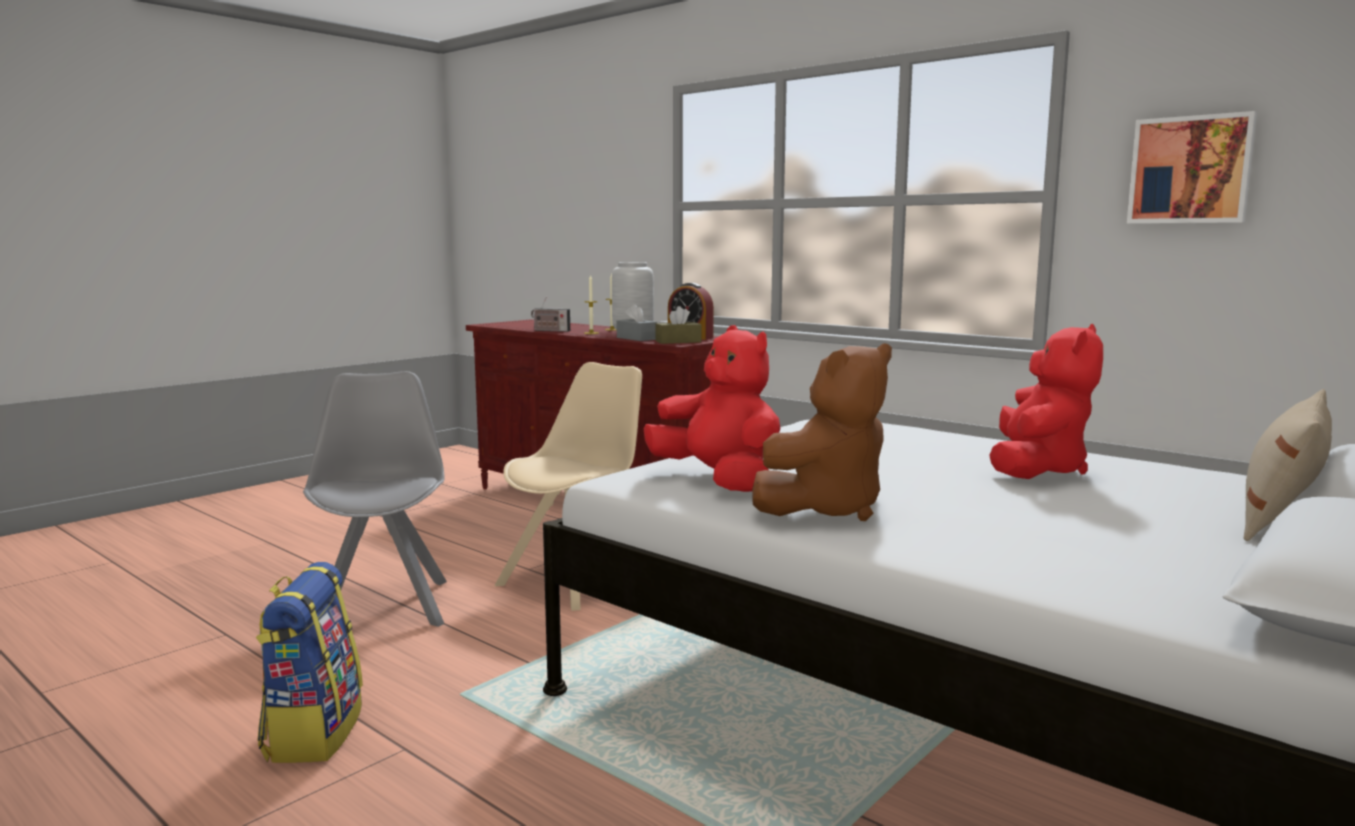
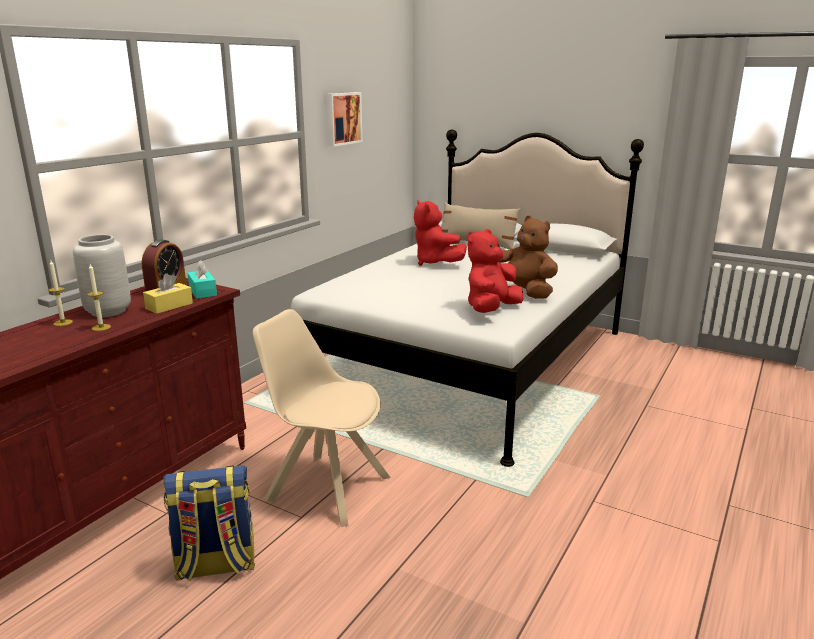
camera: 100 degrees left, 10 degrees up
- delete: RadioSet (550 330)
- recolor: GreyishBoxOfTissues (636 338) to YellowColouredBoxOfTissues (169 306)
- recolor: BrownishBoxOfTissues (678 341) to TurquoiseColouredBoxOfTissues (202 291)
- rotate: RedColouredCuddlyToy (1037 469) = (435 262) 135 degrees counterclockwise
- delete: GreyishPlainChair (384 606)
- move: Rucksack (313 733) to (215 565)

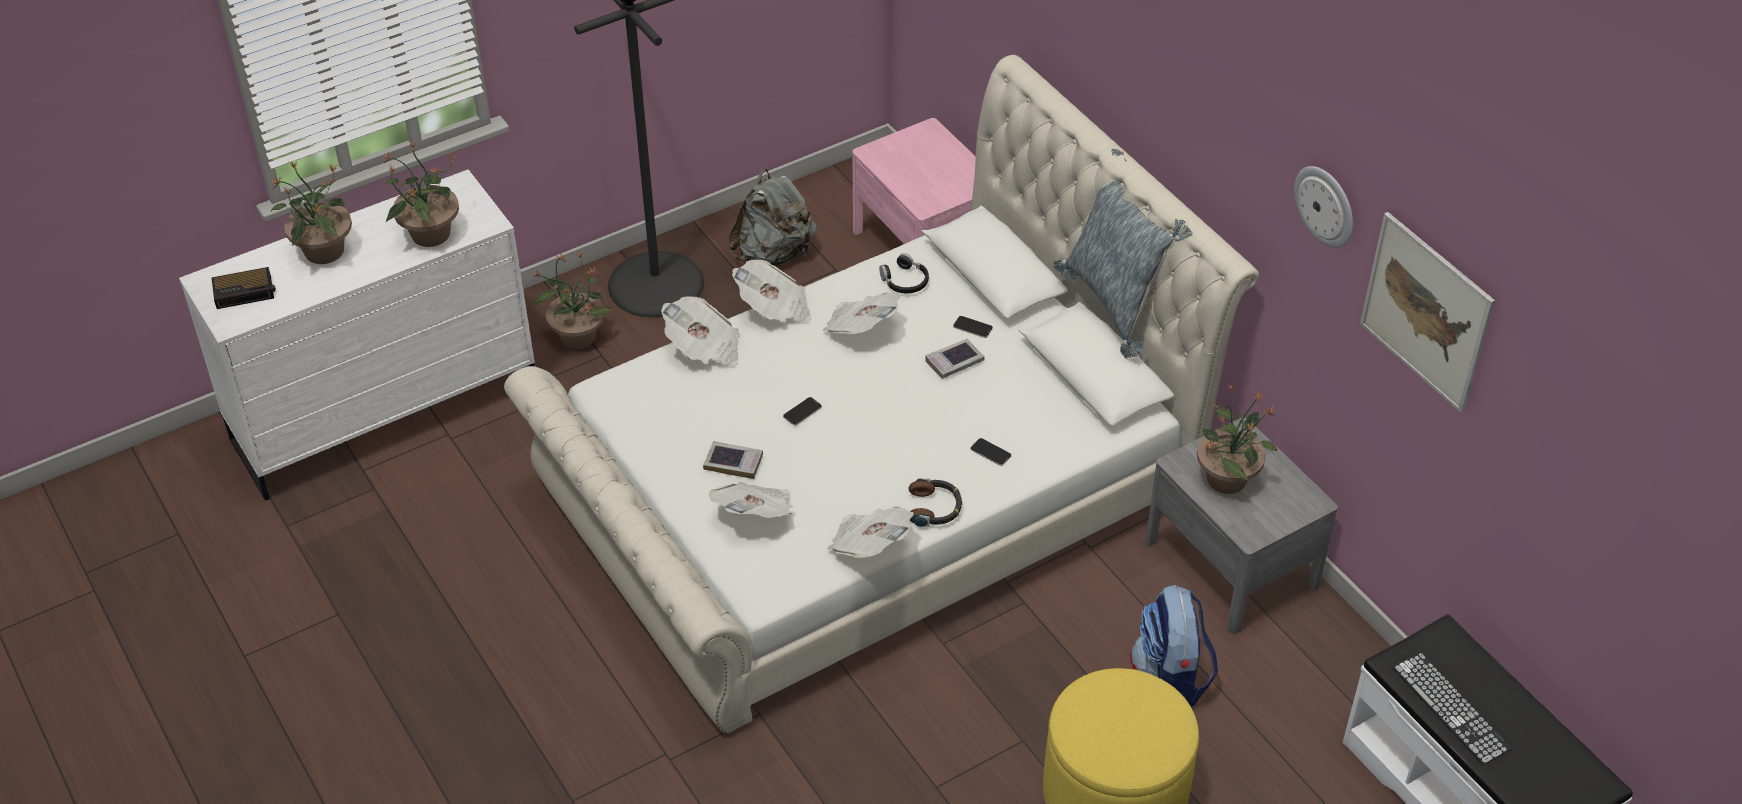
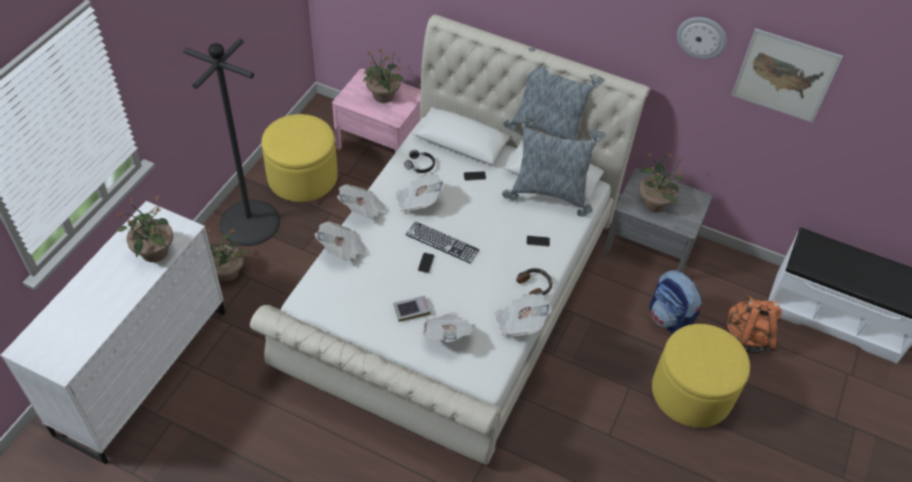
camera: 35 degrees left, 5 degrees up
- move: Houseplant (323 252) to (383 96)
- replace: GreyishRucksack (774 253) to YellowColouredFootrest (302 178)
- delete: TableClock (245 292)
- delete: Volume (954 362)
- move: PcKeyboard (1451 708) to (442 242)
- insert: ThrowPillow (548 197)
- insert: OrangeRucksack (747 338)

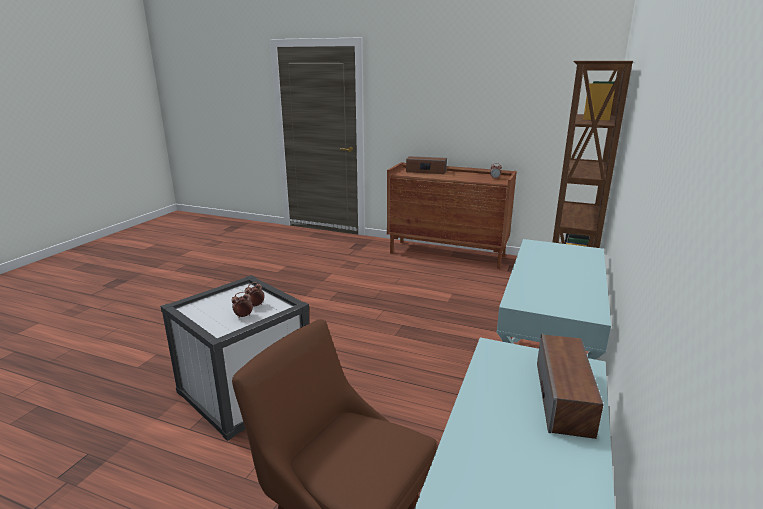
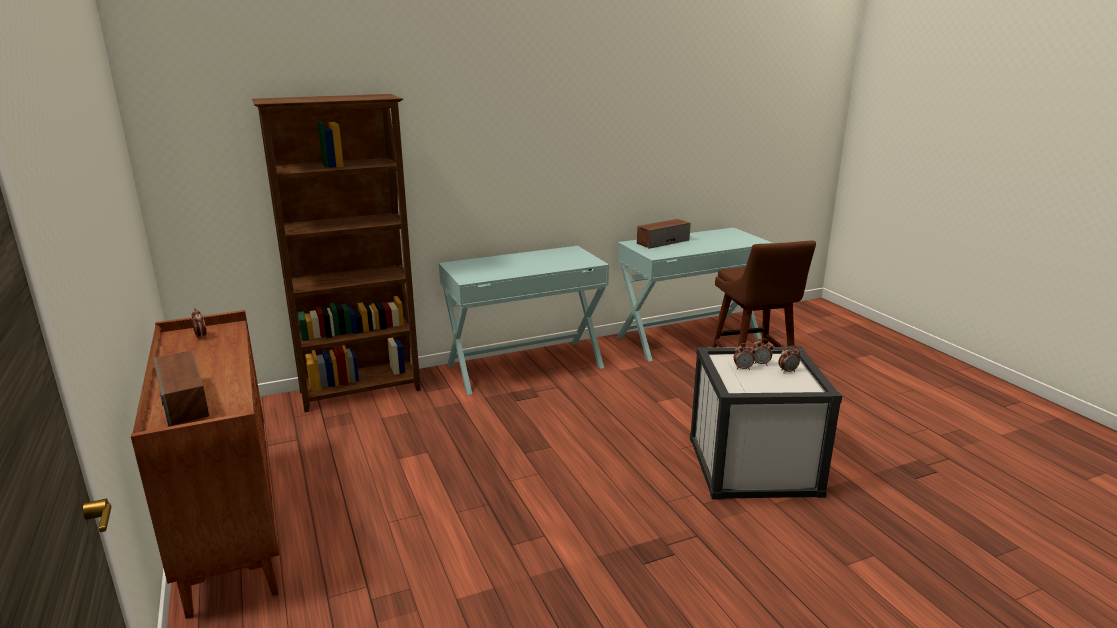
camera: 135 degrees left, 0 degrees up
- insert: TableClock (787 371)

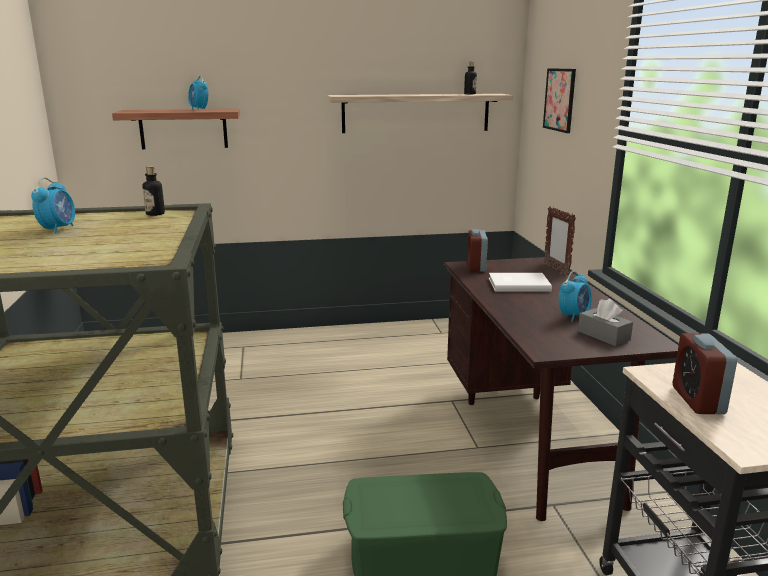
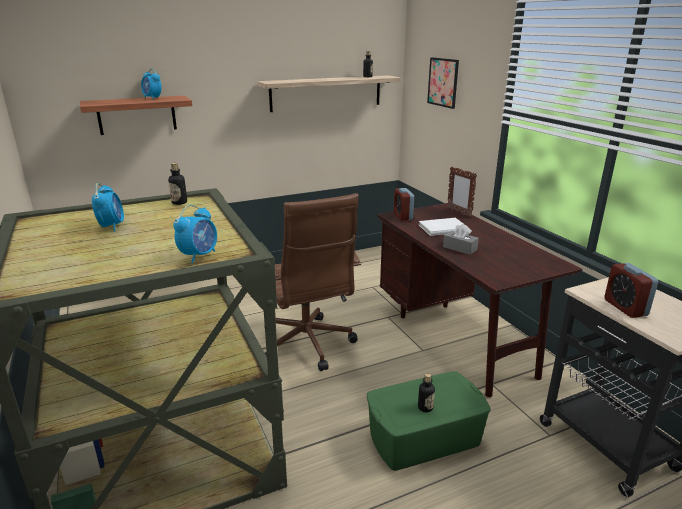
camera: 15 degrees left, 5 degrees up
- move: TableClock (573 316) to (199 255)
- move: GreyishBoxOfTissues (603 335) to (460 248)
- insert: BrownishComputerChair (308 346)
- insert: BeverageBottle (425 407)

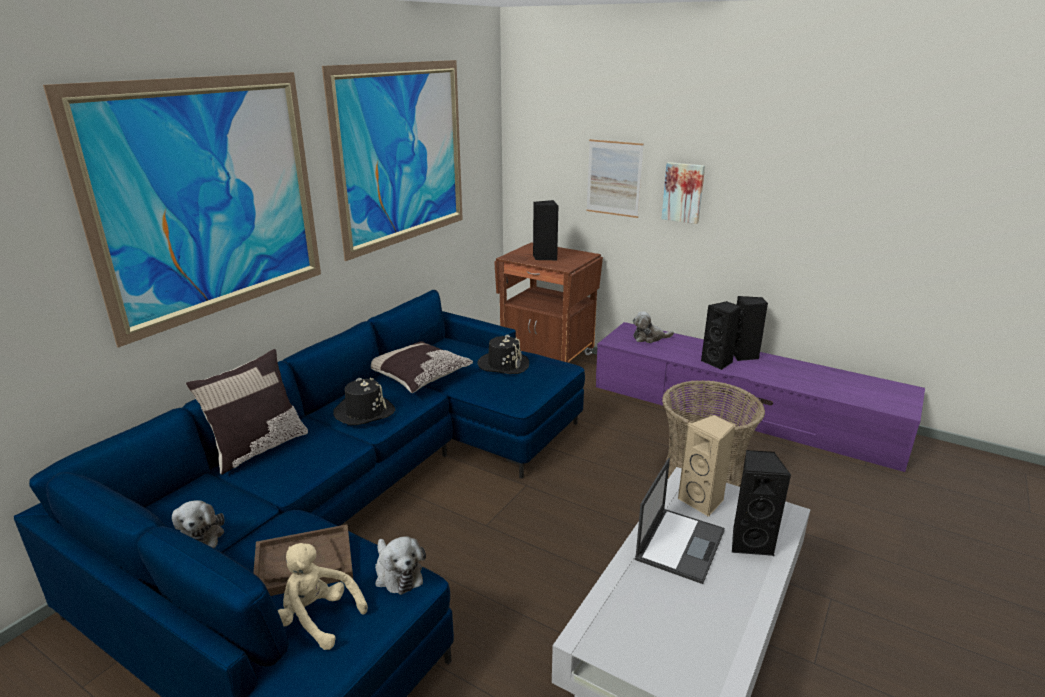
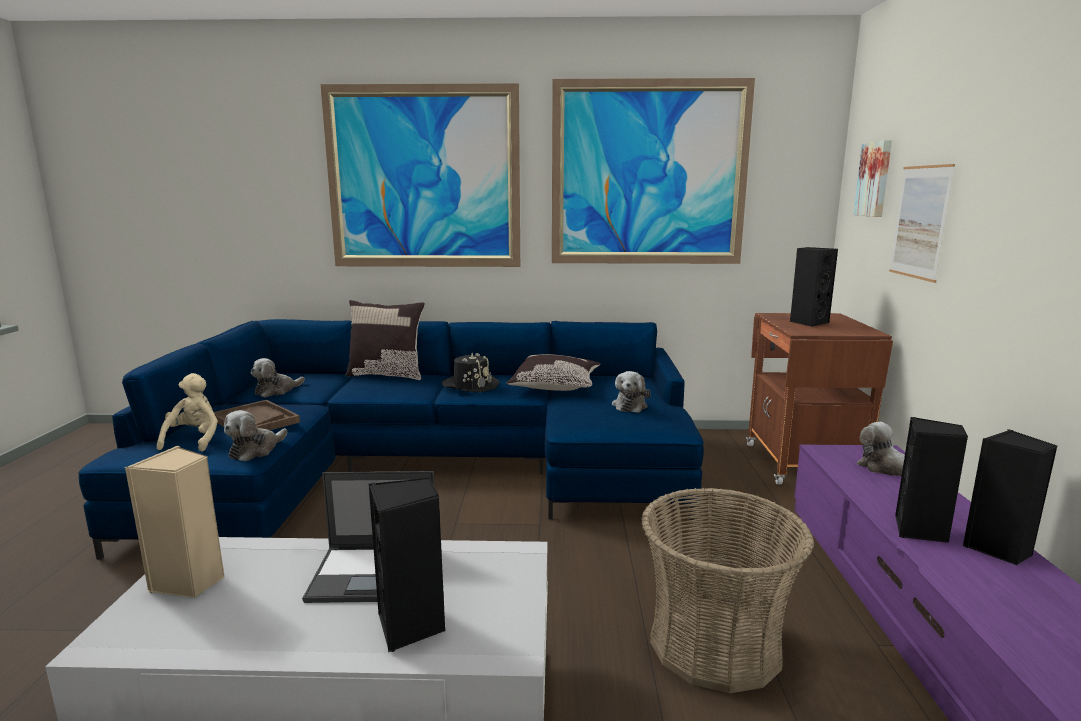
camera: 60 degrees right, 10 degrees down
- move: WallArt (683 192) to (875 179)
- replace: BlackHat (503 365) to CuddlyToy (630 405)
- move: SandColouredSpeaker (703 501) to (189 582)

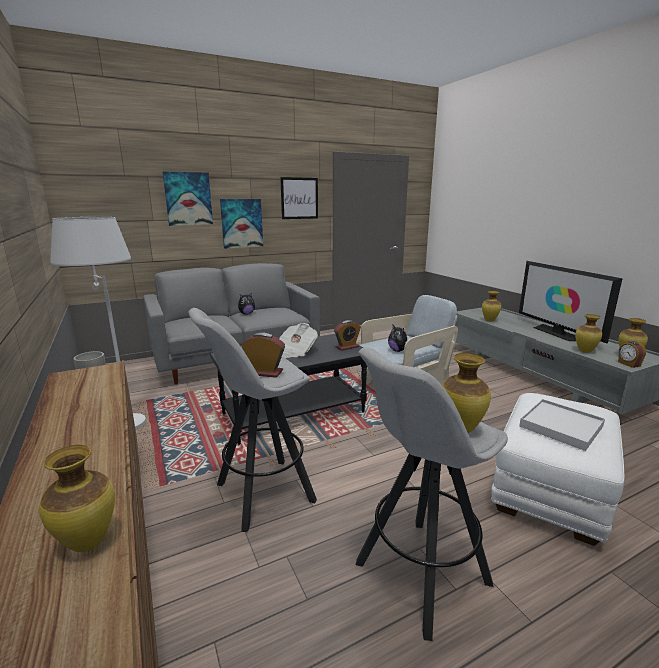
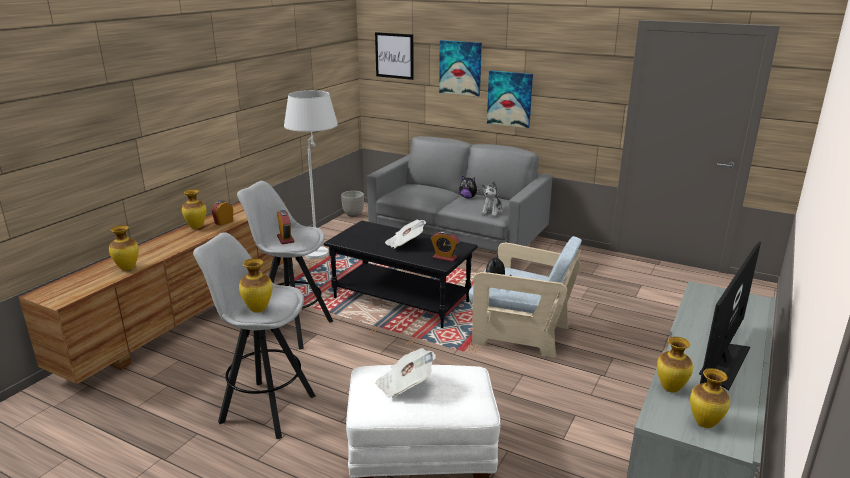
camera: 55 degrees right, 5 degrees up
- move: WallArt (299 198) to (394 55)
- move: FlowerVase (490 320) to (197 227)
- move: TableClock (628 364) to (223 222)
- replace: WhiteColouredCarryingTray (561 426) to DailyPaper (405 385)
- insert: CuddlyToy (492 211)

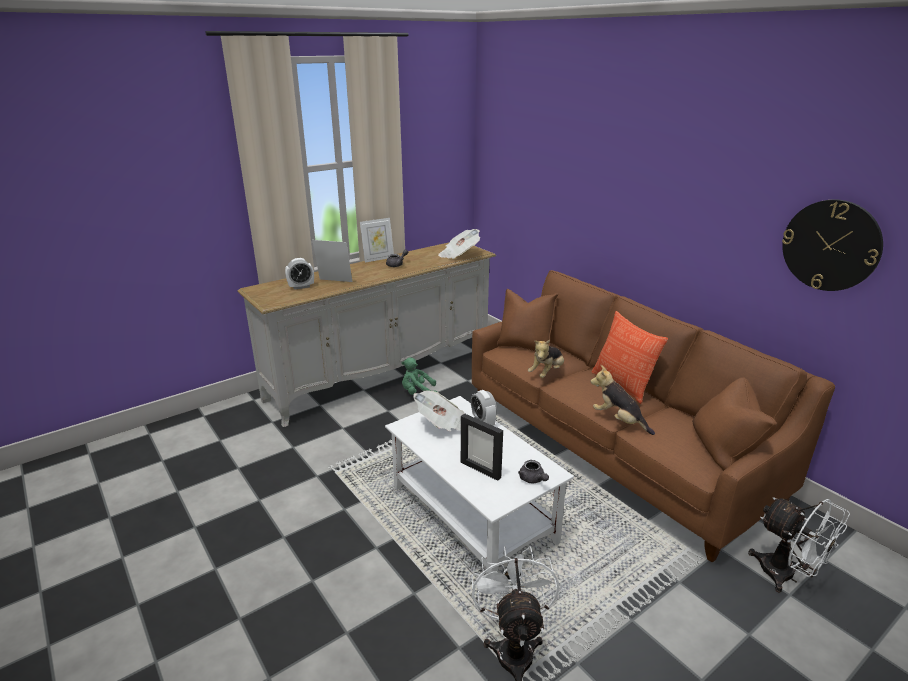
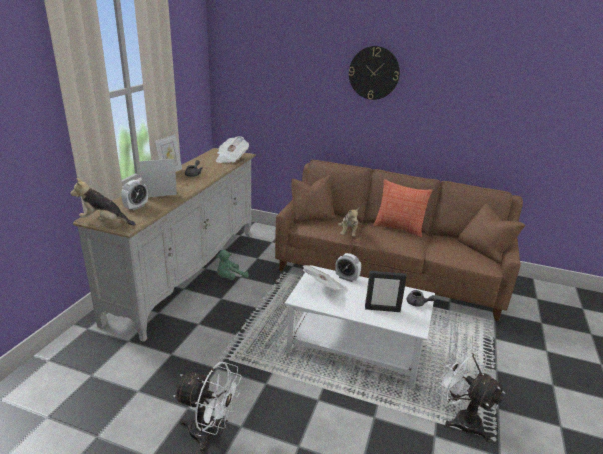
camera: 35 degrees left, 0 degrees up
- move: WallClock (830 245) to (374 73)
- move: CuddlyToy (619 420) to (105 222)
- move: WhiteColouredElectricFan (786 576) to (209 432)

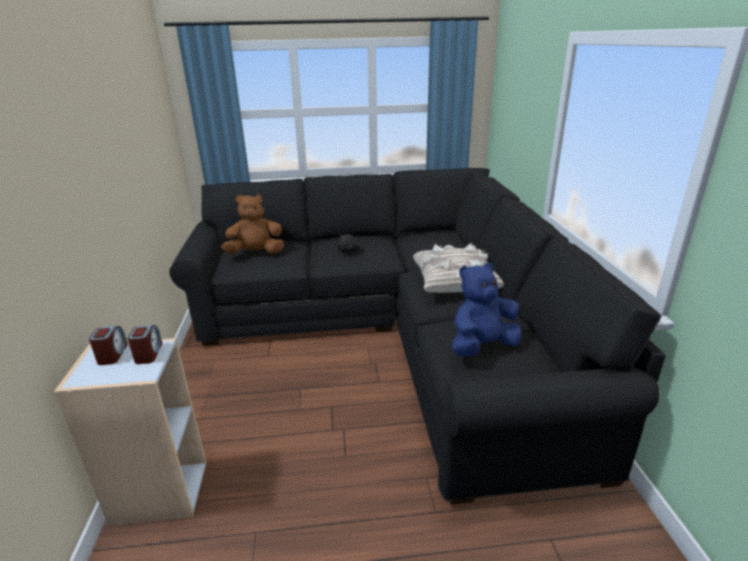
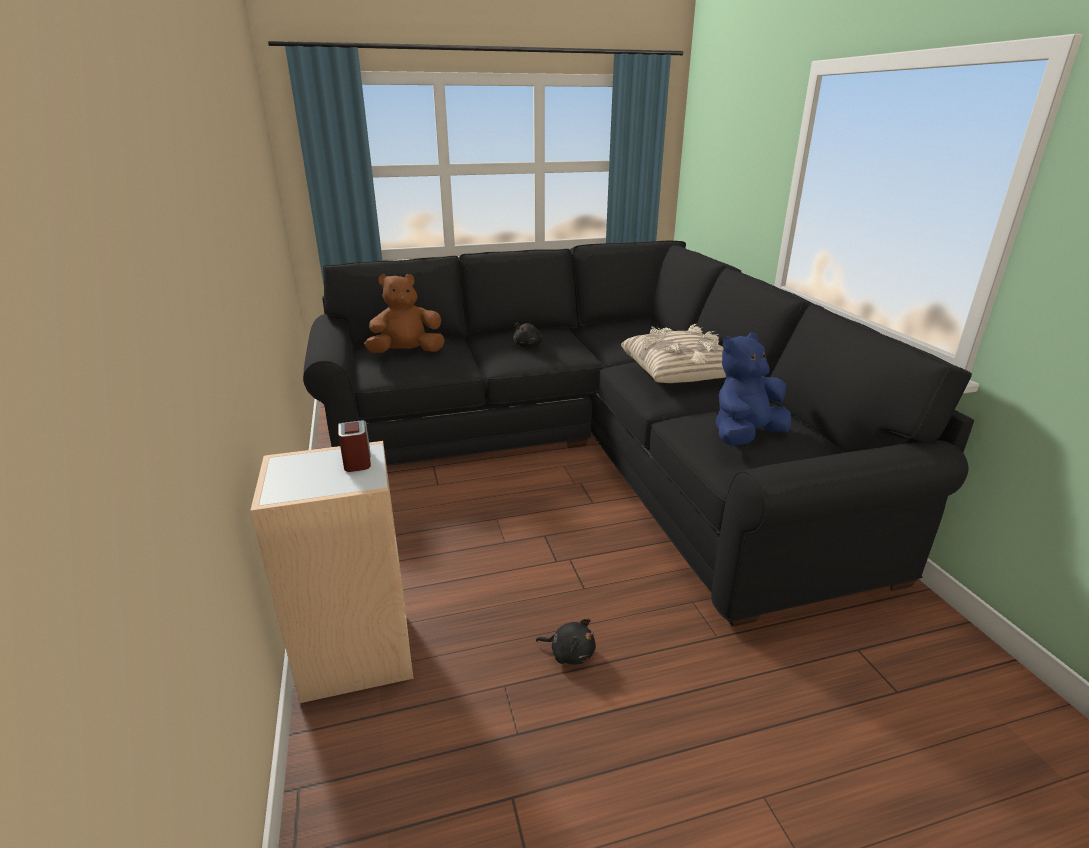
camera: 10 degrees left, 0 degrees up
- delete: TableClock (112 354)
- insert: BlackCuddlyToy (570 653)

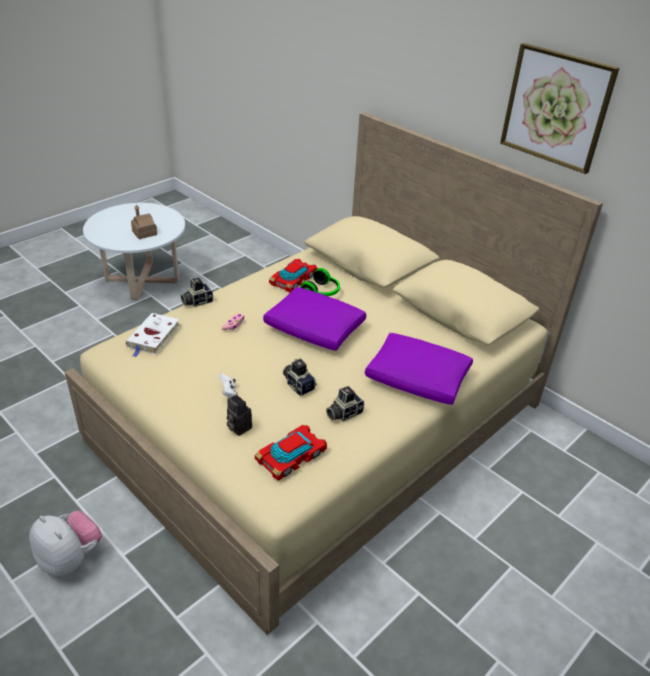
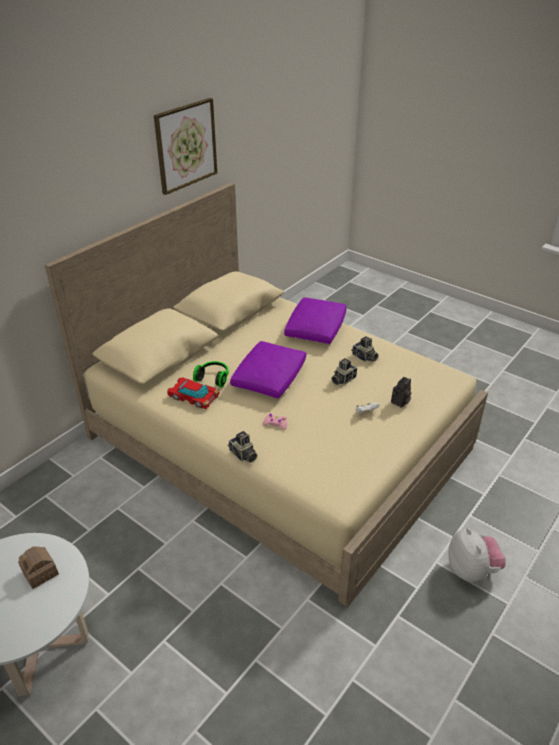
camera: 95 degrees left, 0 degrees up
- delete: WhiteColouredVolume (153 337)
- delete: MiniatureCar (292 457)
- rotate: CuddlyToy (70 558) = (471 570) 135 degrees clockwise

